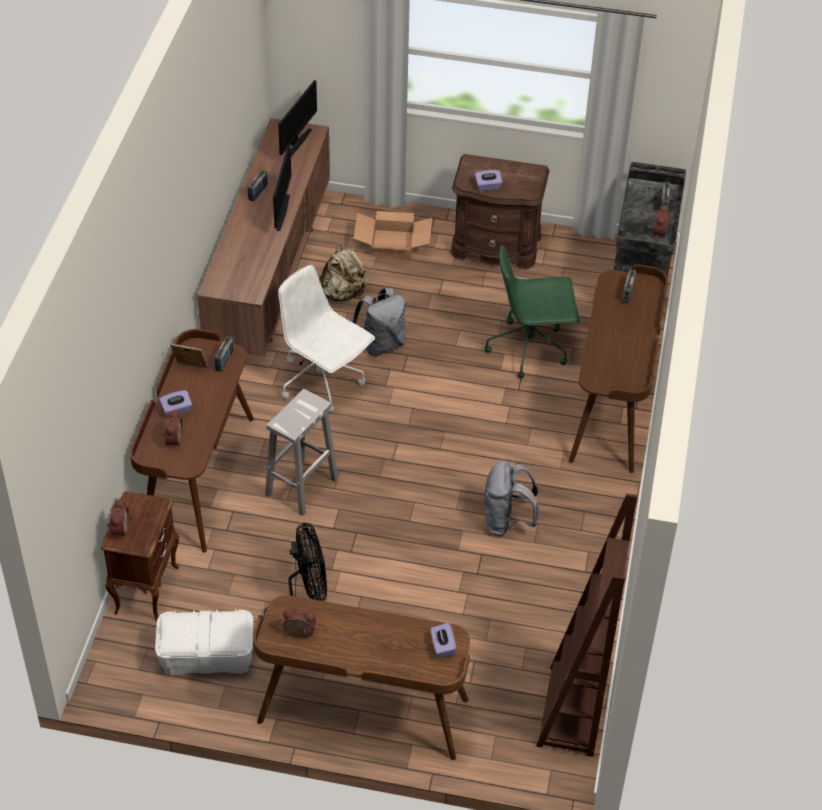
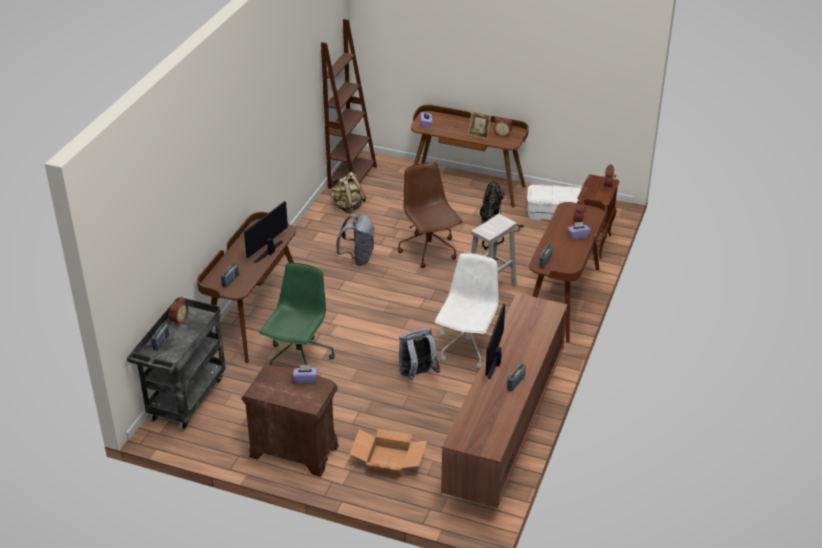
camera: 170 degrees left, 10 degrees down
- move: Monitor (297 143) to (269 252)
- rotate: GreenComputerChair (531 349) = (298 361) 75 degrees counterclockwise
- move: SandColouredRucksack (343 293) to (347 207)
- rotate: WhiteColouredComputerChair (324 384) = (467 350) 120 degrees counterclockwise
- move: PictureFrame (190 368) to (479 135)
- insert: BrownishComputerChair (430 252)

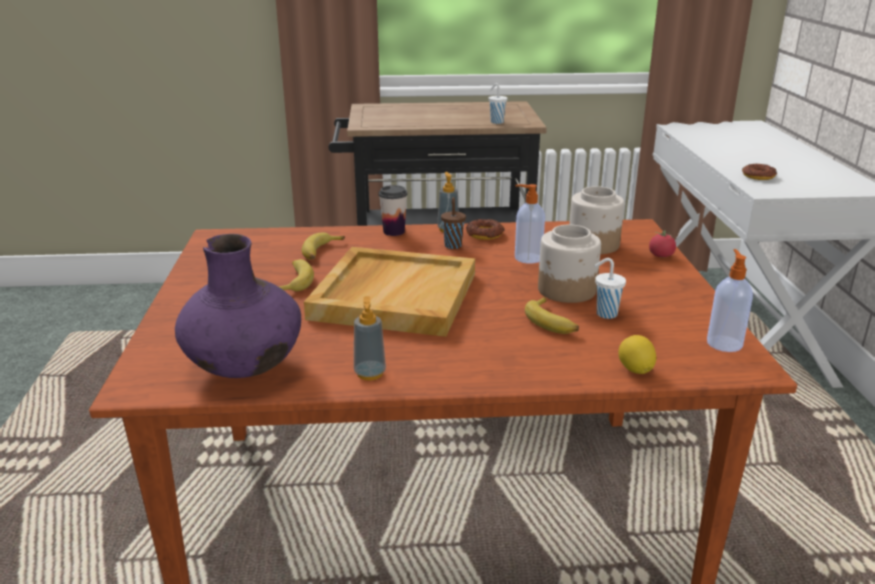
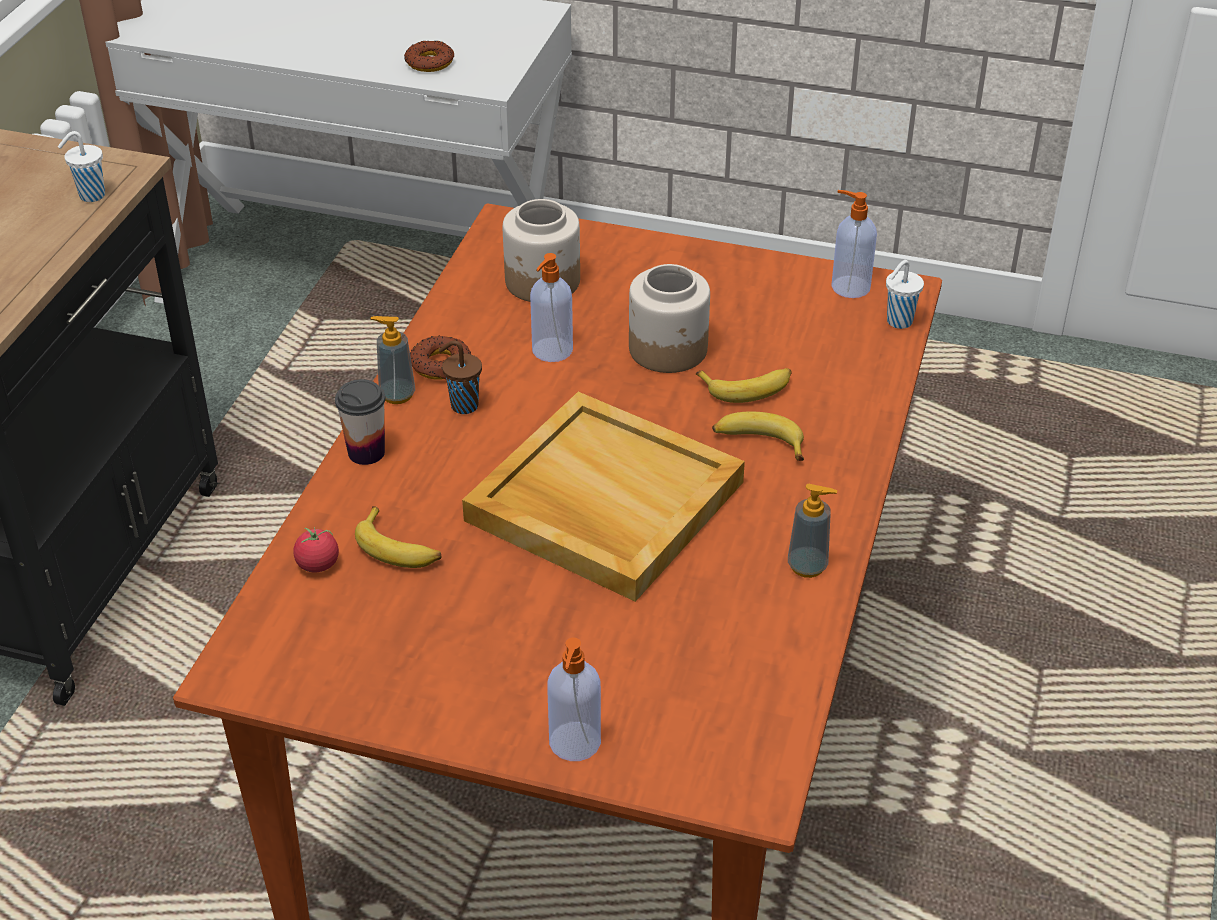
camera: 70 degrees left, 15 degrees up
- move: WholeTomato (661 256) to (318 564)
- delete: PurplishFlowerVase (245 367)
- move: WhiteColouredCup (605 314) to (898 322)
- move: BananaFruit (295 281) to (758 442)
- delete: CitrusFruit (635 370)
- insert: SoapBottle (574 743)

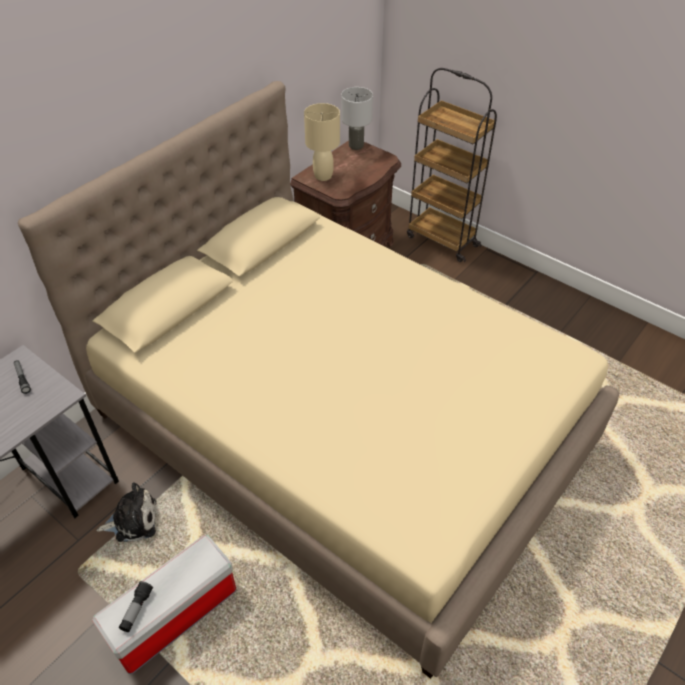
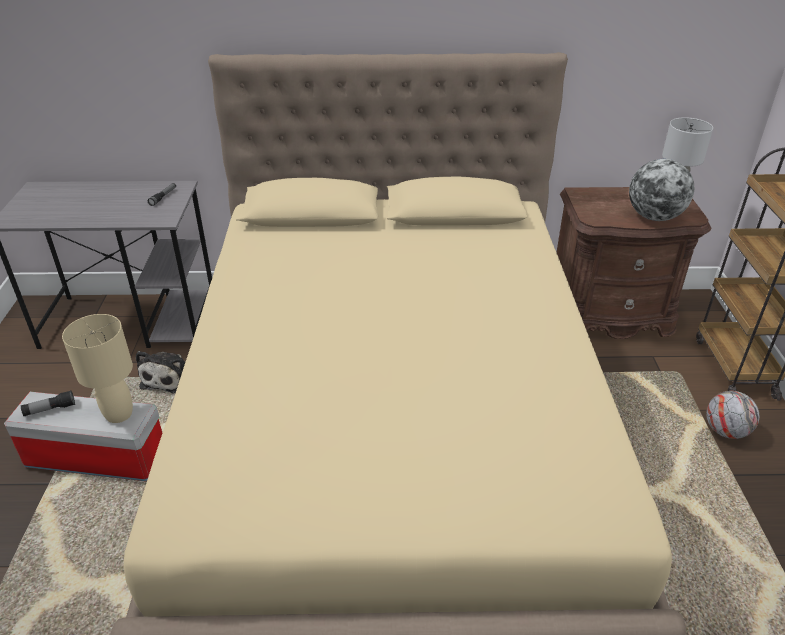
camera: 50 degrees right, 10 degrees down
- move: SandColouredTabletopLamp (323 176) to (119 414)
- rotate: CuddlyToy (132 520) = (169 377) 60 degrees clockwise
- insert: WorldGlobe (654 217)
- insert: FootballBall (725 431)

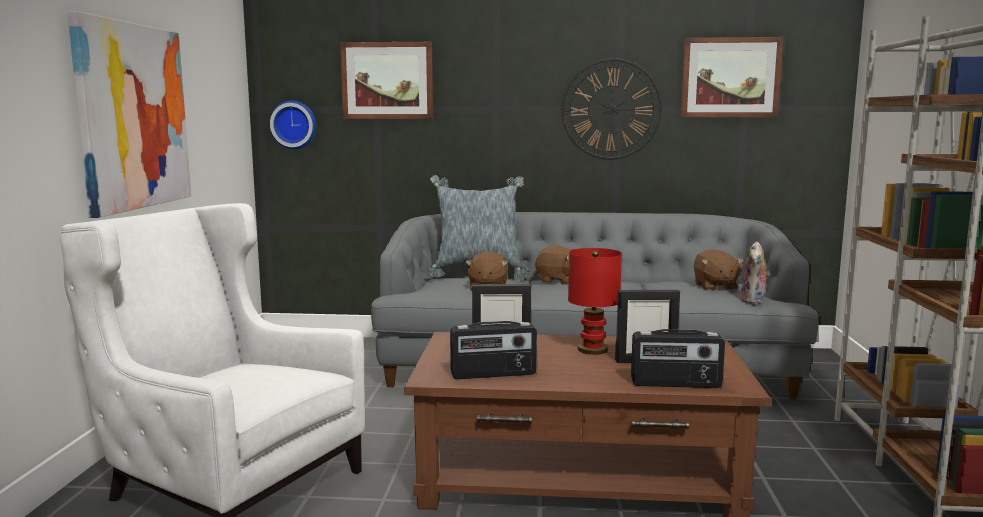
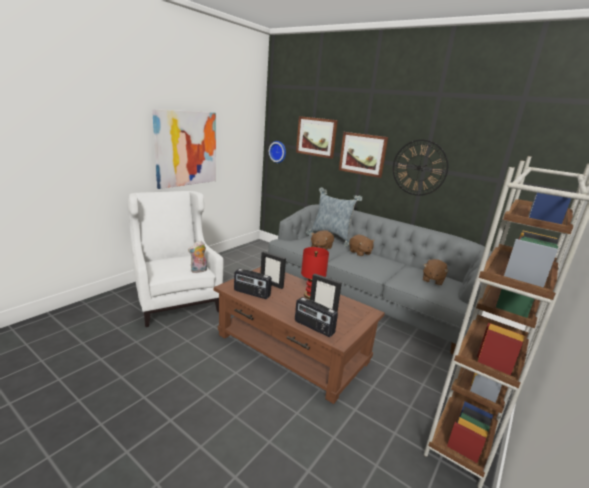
camera: 30 degrees right, 10 degrees up
- move: WallArt (730 77) to (362 154)
- move: CuddlyToy (754 300) to (198 271)

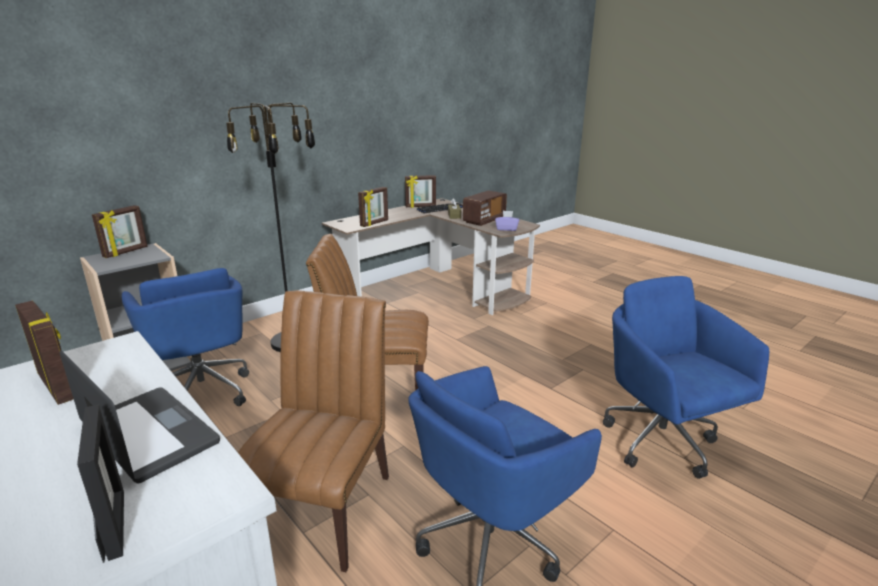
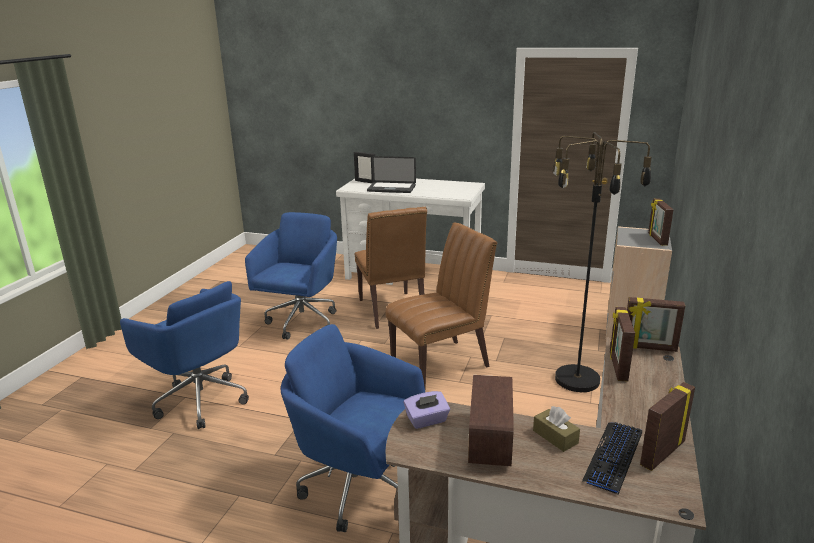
camera: 150 degrees right, 0 degrees up
- move: BlueColouredComputerChair (202 392) to (361 491)
- move: PictureFrame (58 386) to (649 348)

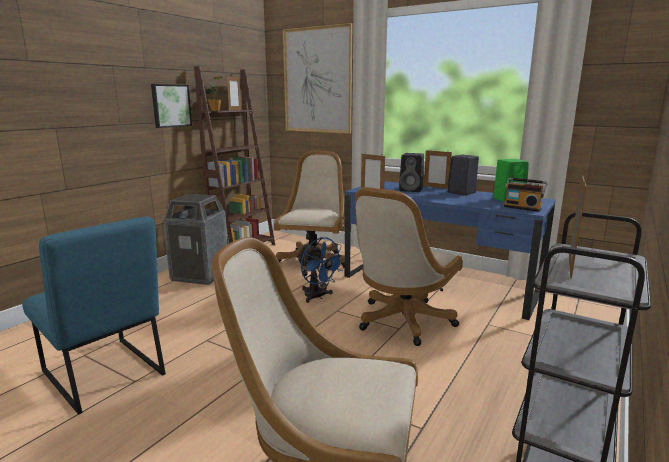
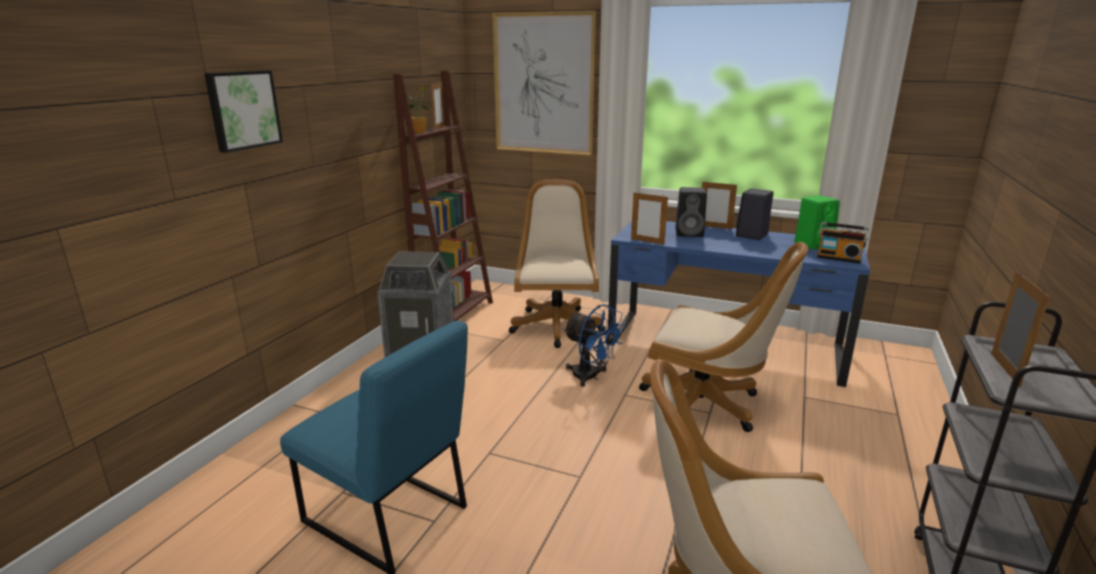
camera: 10 degrees left, 5 degrees up
- move: WallArt (170 105) to (242 110)
- rotate: ComputerChair (402 323) = (709 405) 90 degrees counterclockwise

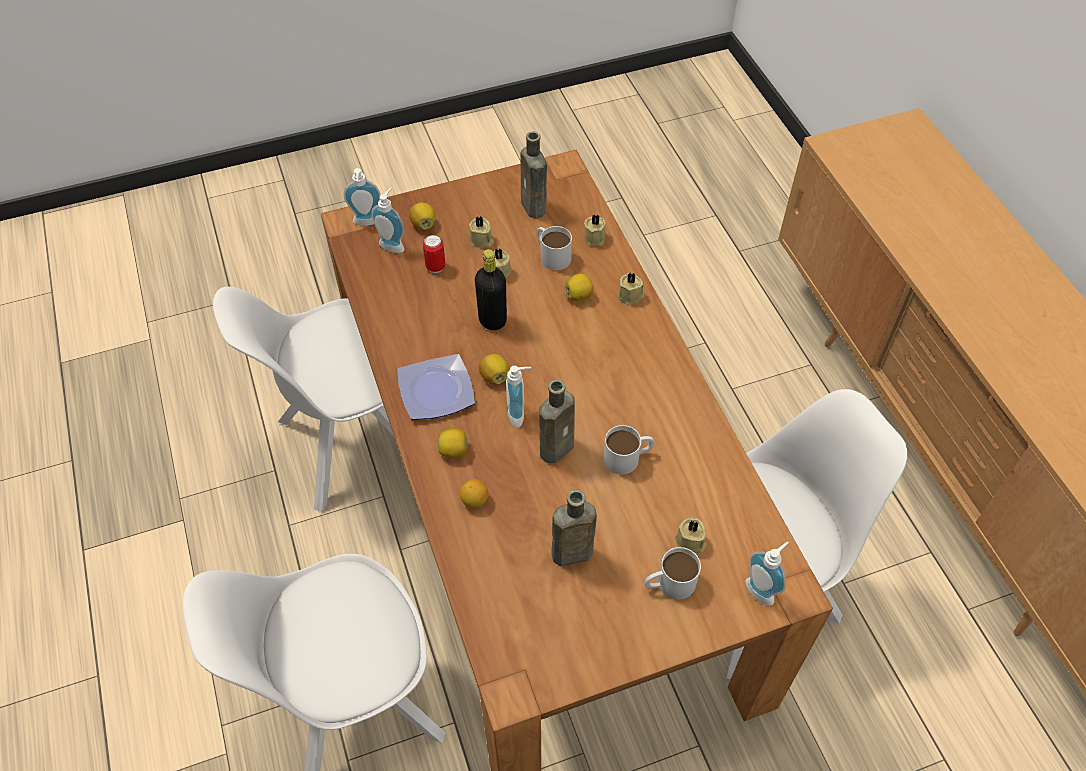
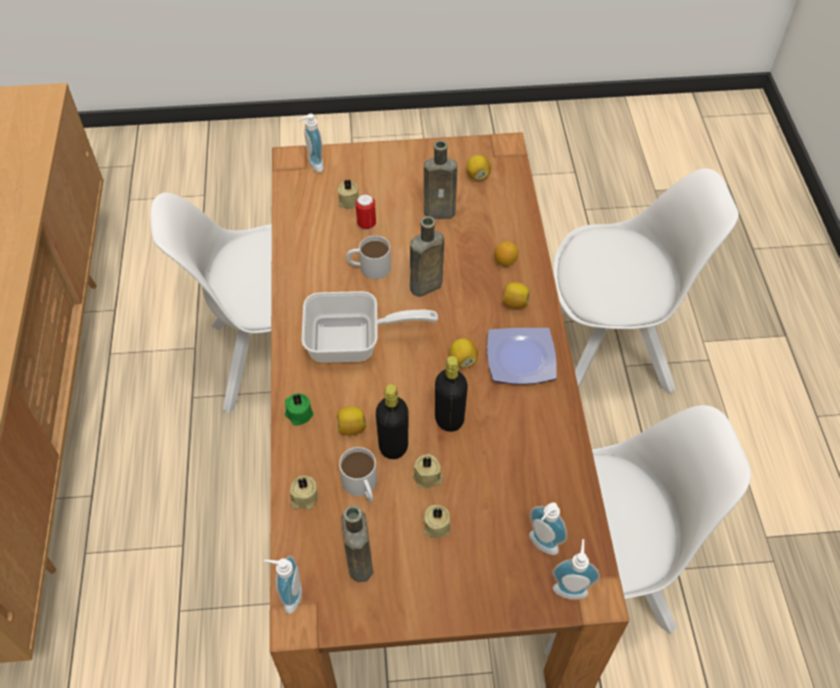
camera: 165 degrees left, 0 degrees up
- move: CitrusFruit (423 224) to (477 175)
- move: MetalCan (435 267) to (366 224)
- recolor: SandColouredWaxCandle (631 296) to GreenWaxCandle (298 414)
- move: SoapBottle (519 414) to (288 596)
- delete: WhiteColouredTeaMug (669 583)
- insert: Skillet (354 342)
- insert: BlackBeverageBottle (393 446)

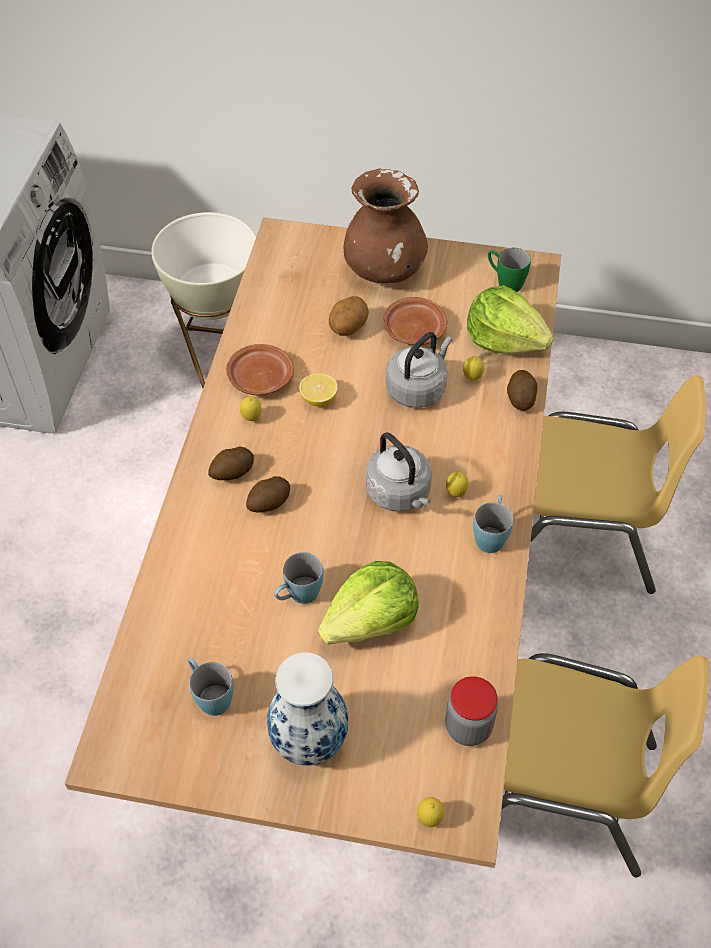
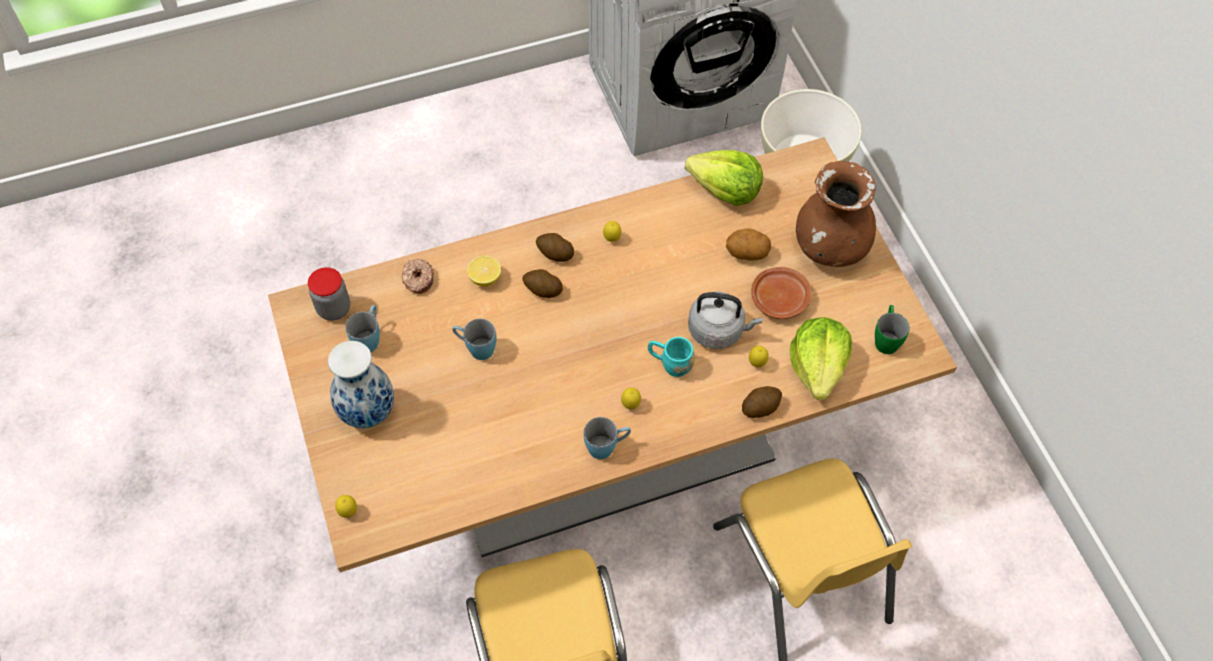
camera: 60 degrees right, 5 degrees up
- delete: BrownishDinnerPlate (260 378)
- move: CitrusFruit (318 399) to (485 278)
- delete: GreyishKettle (400 494)
- move: Lettuce (371 621) to (725 190)
- move: PreserveJar (468 727) to (334 309)
- insert: RingDoughnut (418 280)
- insert: TurquoiseColouredTeaMug (670 364)

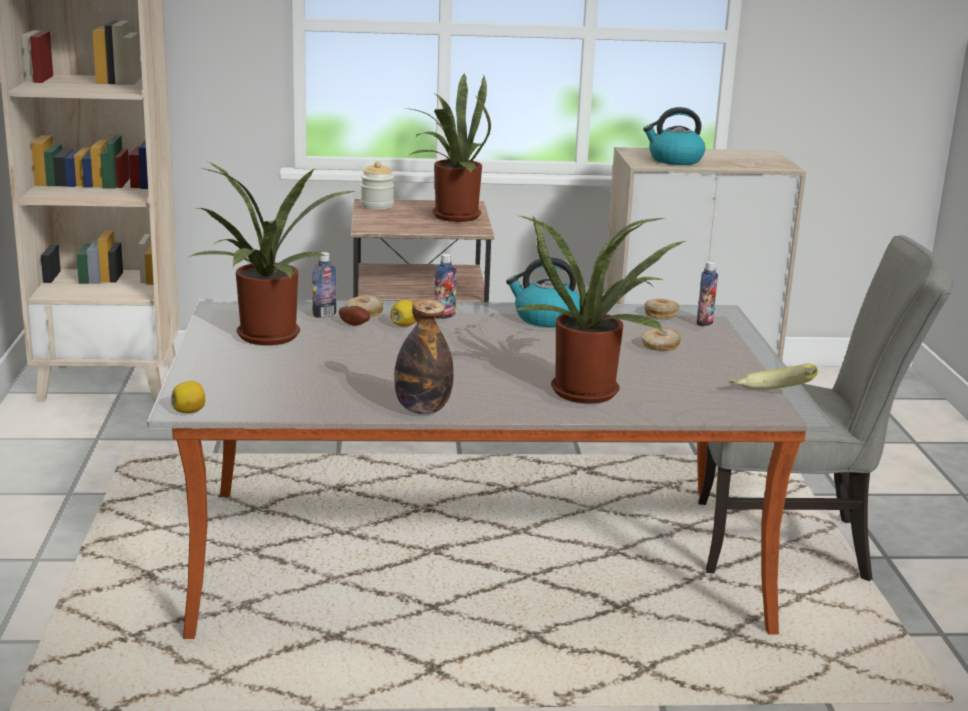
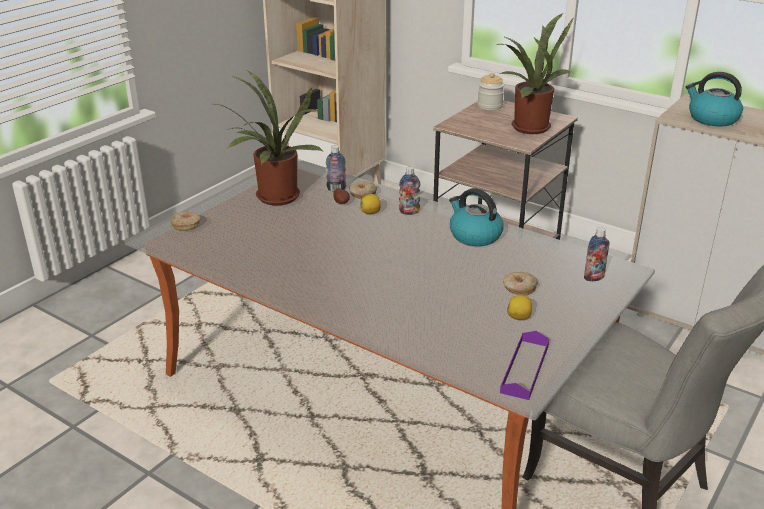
camera: 40 degrees right, 10 degrees up
- delete: Houseplant (589 390)
- move: RingDoughnut (660 314) to (186 225)
- delete: BeverageBottle (422 409)
- replace: BananaFruit (769 397) to PurplishCarryingTray (525 368)
- move: CitrusFruit (189 411) to (519 317)

